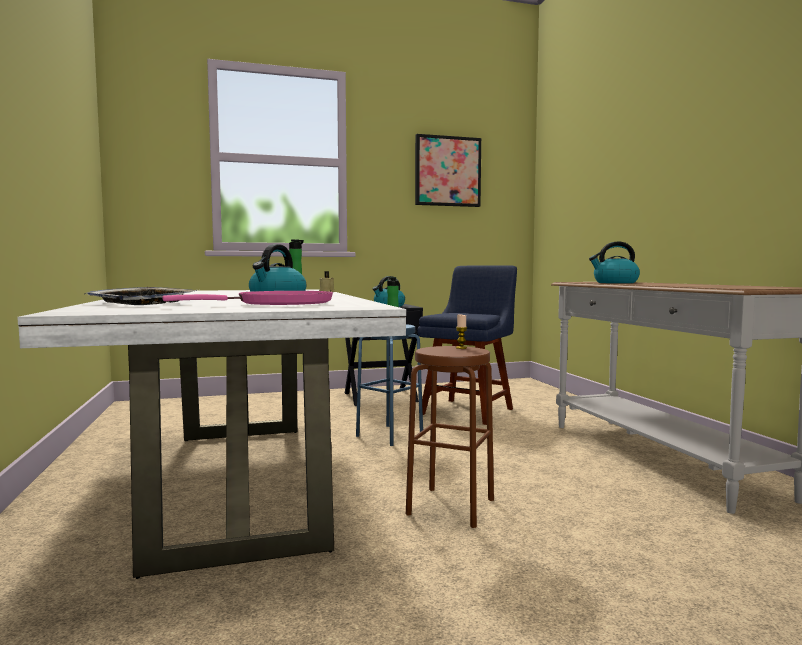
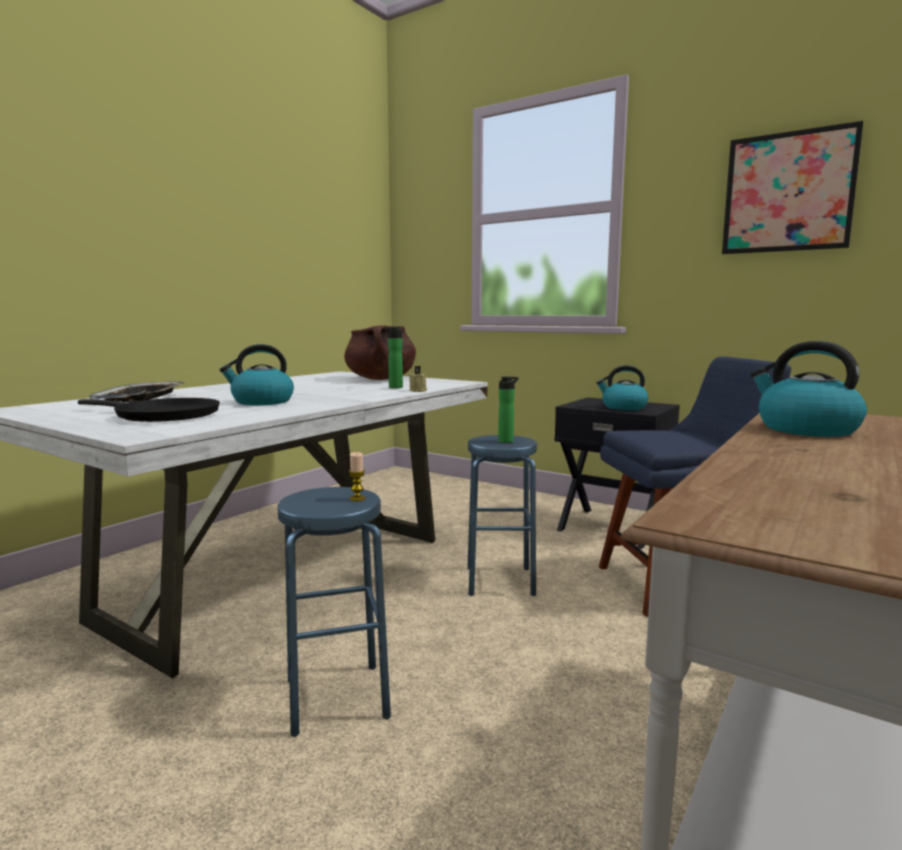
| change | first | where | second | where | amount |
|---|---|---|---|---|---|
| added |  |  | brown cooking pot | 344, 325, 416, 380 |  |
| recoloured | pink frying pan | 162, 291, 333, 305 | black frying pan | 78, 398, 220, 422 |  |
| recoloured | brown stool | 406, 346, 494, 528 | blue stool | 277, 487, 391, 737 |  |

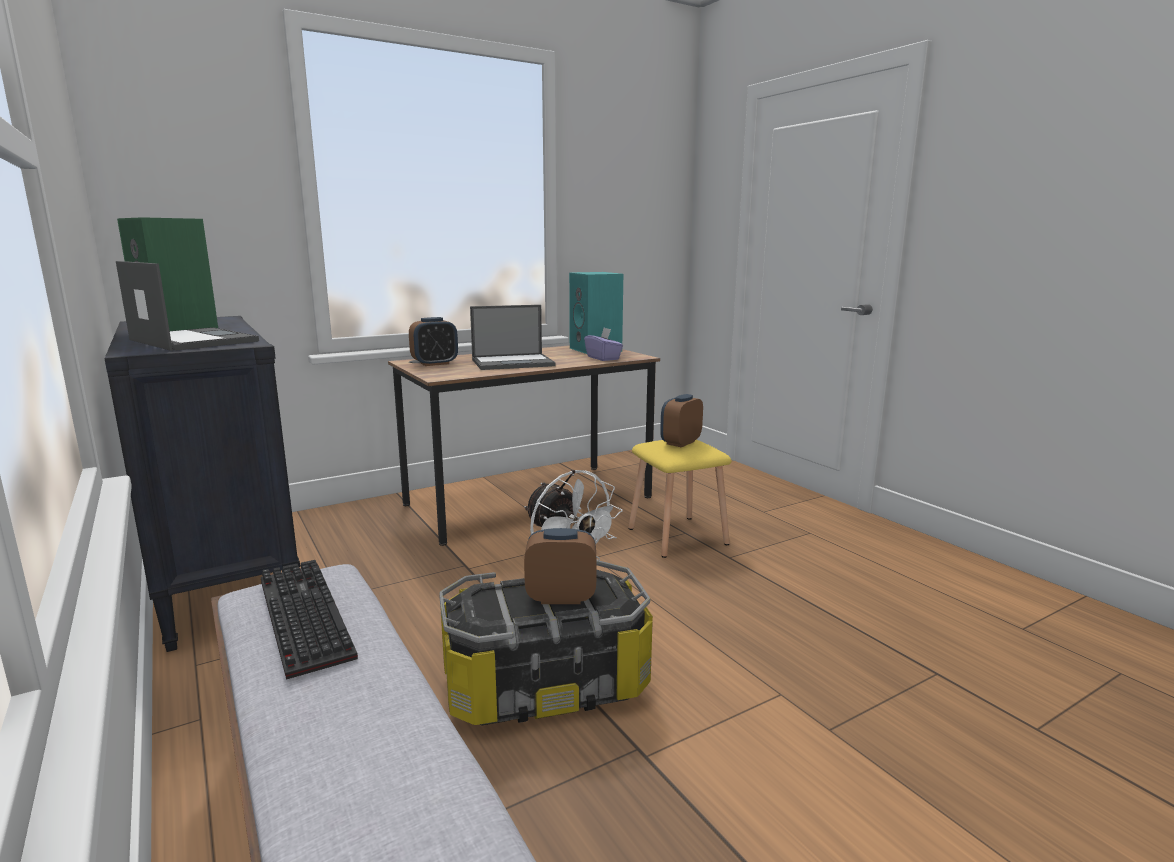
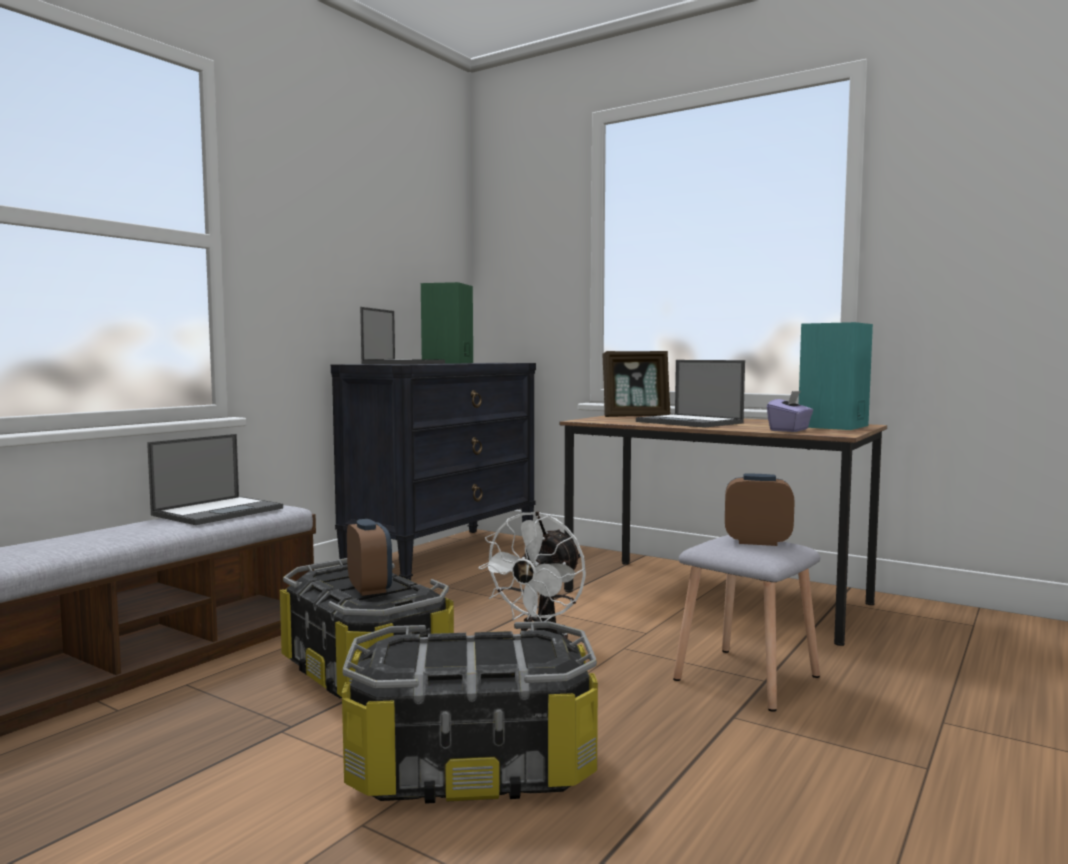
| change | first | where | second | where | amount |
|---|---|---|---|---|---|
| added |  |  | storage box | 342, 621, 598, 804 |  |
| replaced | keyboard | 261, 560, 358, 680 | laptop | 147, 434, 283, 525 |  |
| replaced | alarm clock | 409, 317, 458, 366 | picture frame | 602, 351, 670, 417 |  |
| recoloured | yellow stool | 628, 439, 731, 558 | grey stool | 673, 535, 821, 712 |  |

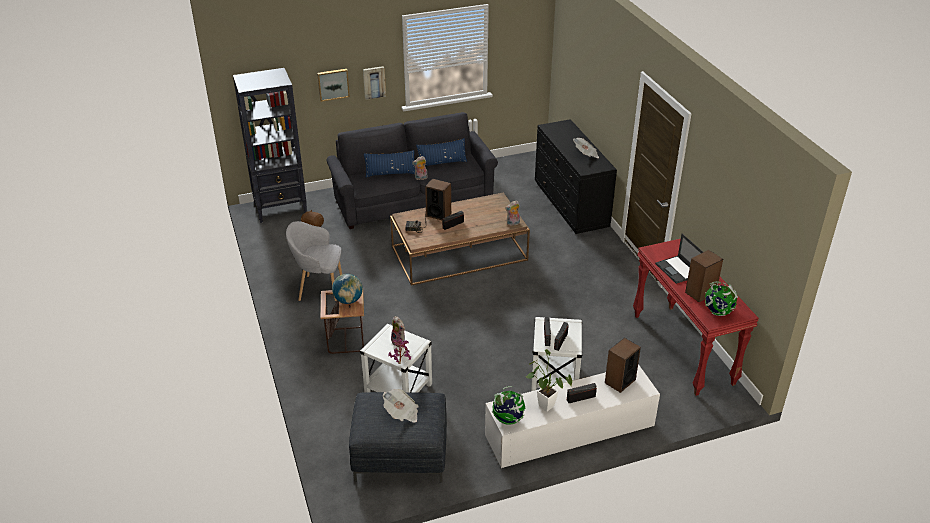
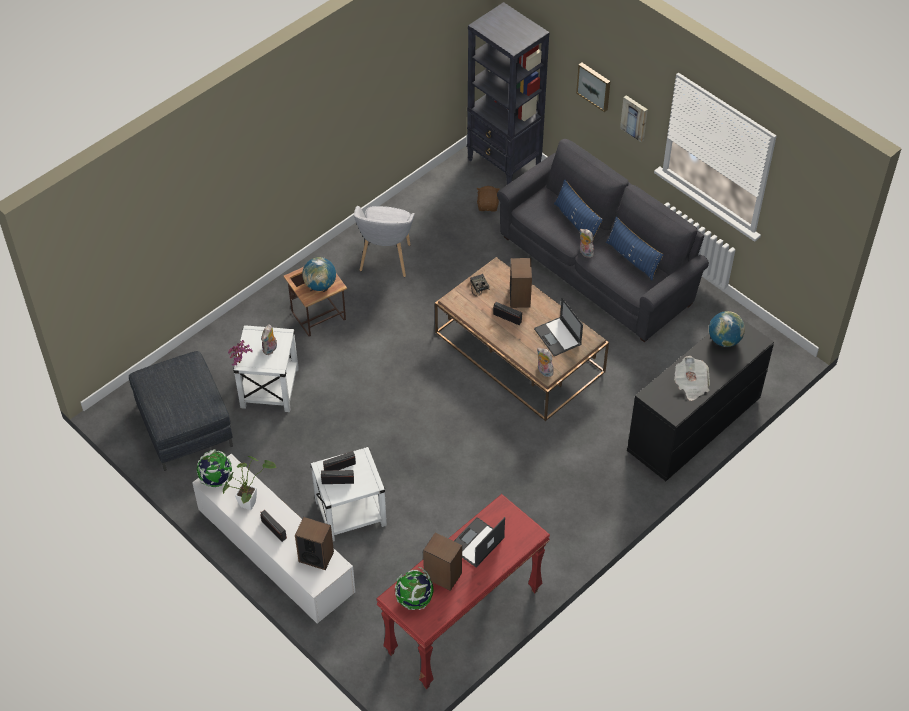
| change | first | where | second | where | amount |
|---|---|---|---|---|---|
| removed | newspaper | 383, 389, 418, 423 |  |  |  |
| added |  |  | laptop | 534, 297, 583, 356 |  |
| added |  |  | globe | 709, 311, 745, 347 |  |
| turned | grey armchair | 286, 221, 342, 301 |  | 354, 206, 415, 277 | 150 degrees counterclockwise |

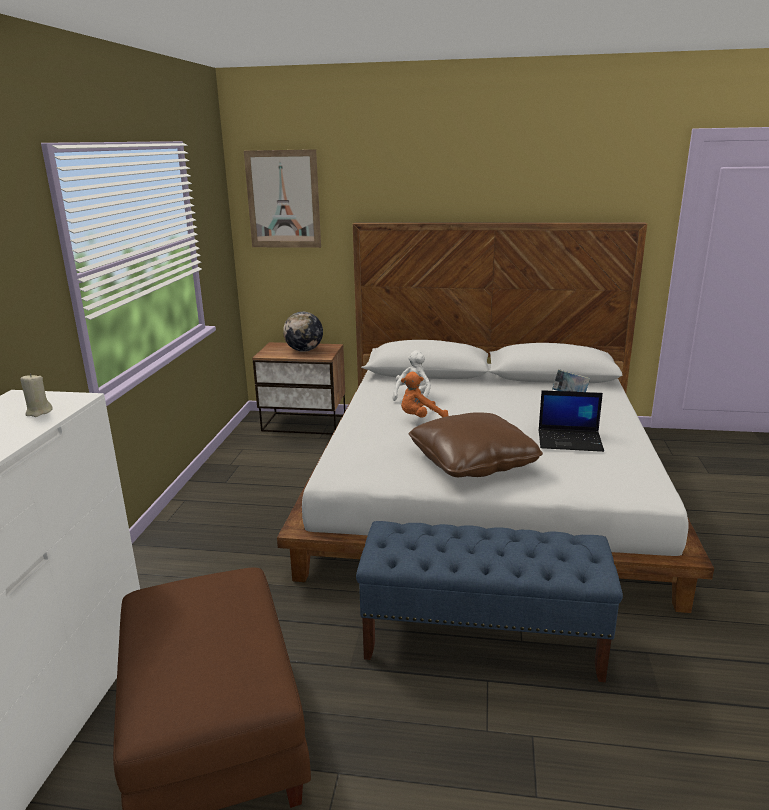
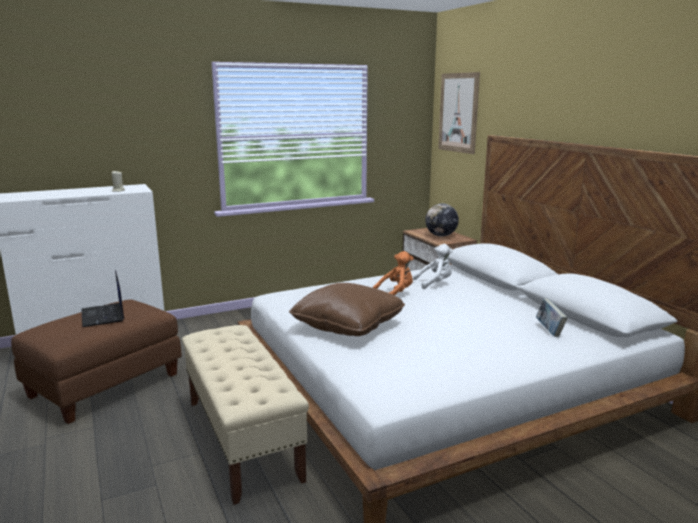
| change | first | where | second | where | amount |
|---|---|---|---|---|---|
| moved | laptop | 538, 390, 604, 452 |  | 82, 270, 124, 327 |  |
| recoloured | blue bench | 356, 521, 623, 682 | beige bench | 182, 325, 309, 505 |  |
| turned | orange plush toy | 401, 372, 448, 418 |  | 373, 251, 414, 296 | 120 degrees clockwise |

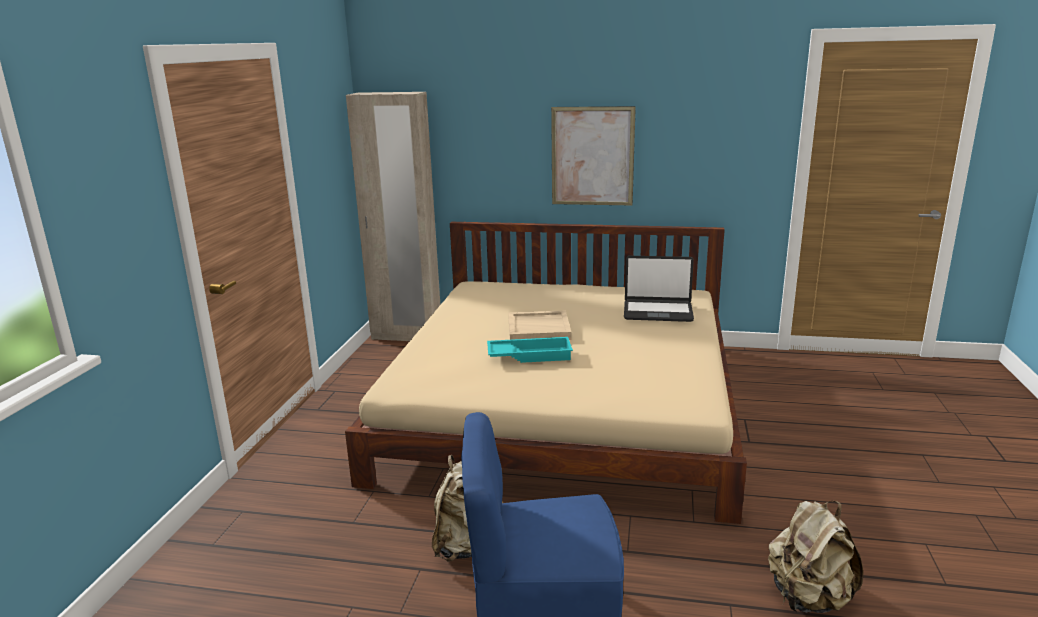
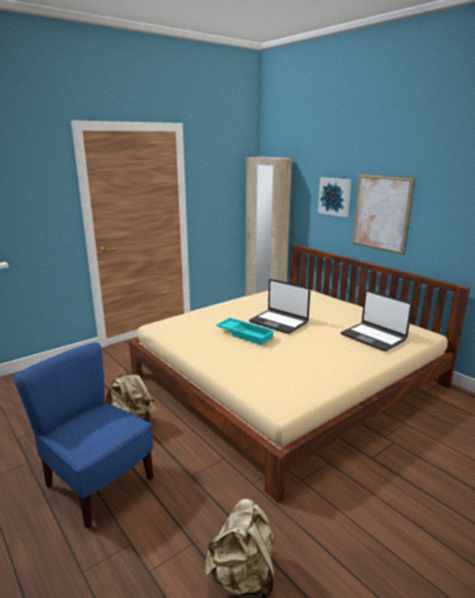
| change | first | where | second | where | amount |
|---|---|---|---|---|---|
| added |  |  | picture | 318, 177, 351, 217 |  |
| replaced | beige tray | 508, 310, 572, 340 | laptop | 249, 279, 310, 334 |  |

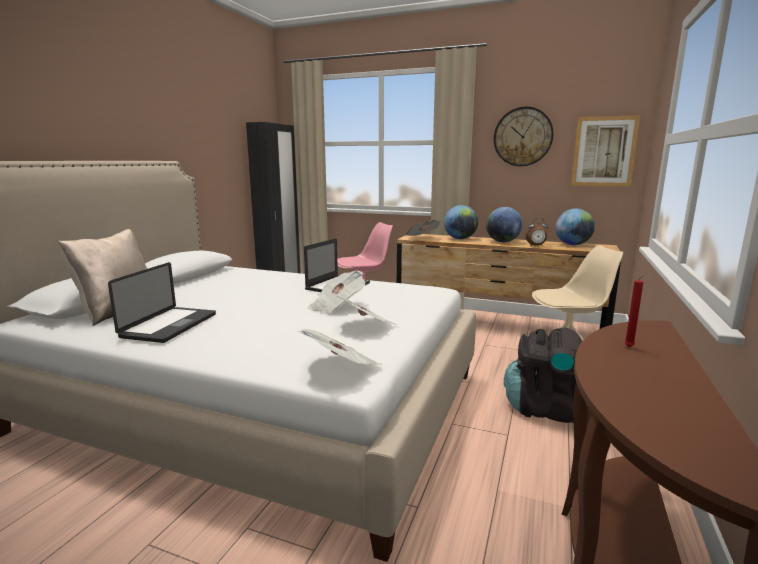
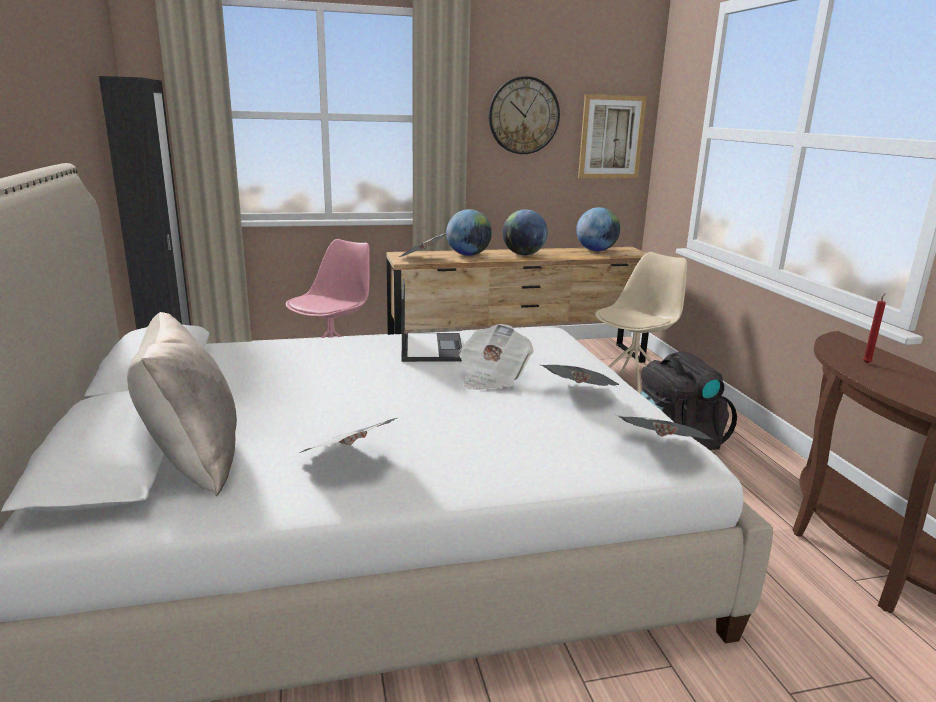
| change | first | where | second | where | amount |
|---|---|---|---|---|---|
| removed | alarm clock | 525, 218, 548, 246 |  |  |  |
| replaced | laptop | 108, 262, 216, 343 | newspaper | 299, 418, 397, 453 |  |

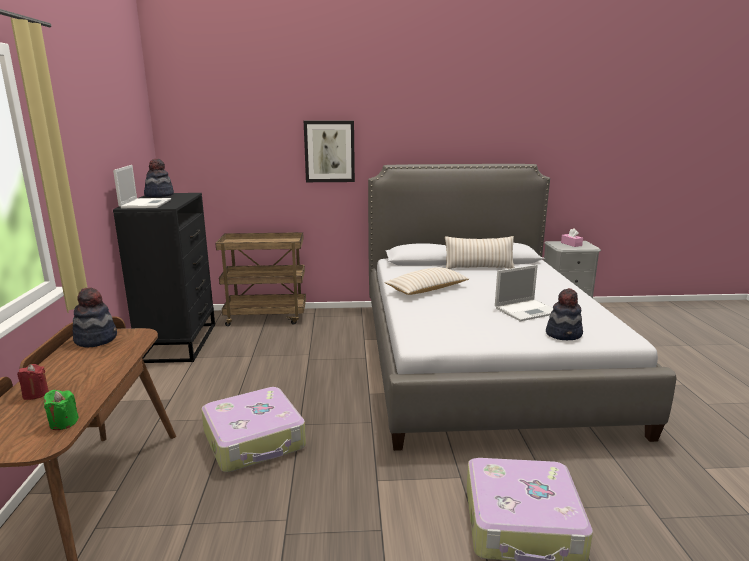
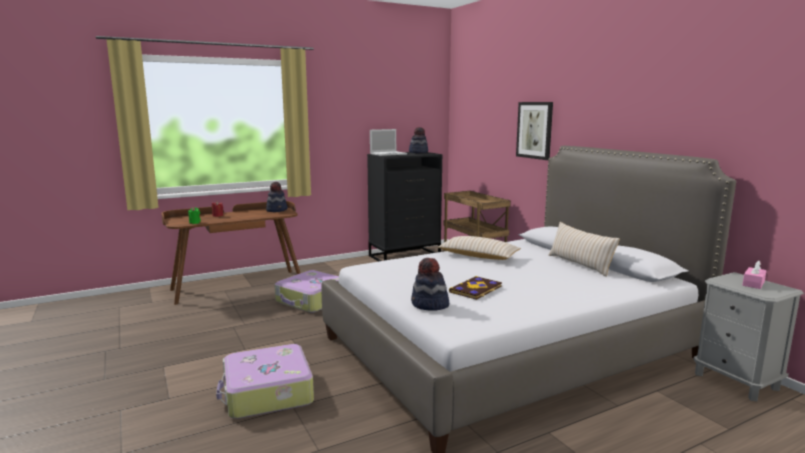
| change | first | where | second | where | amount |
|---|---|---|---|---|---|
| replaced | laptop | 495, 265, 553, 322 | book | 449, 276, 502, 300 |  |

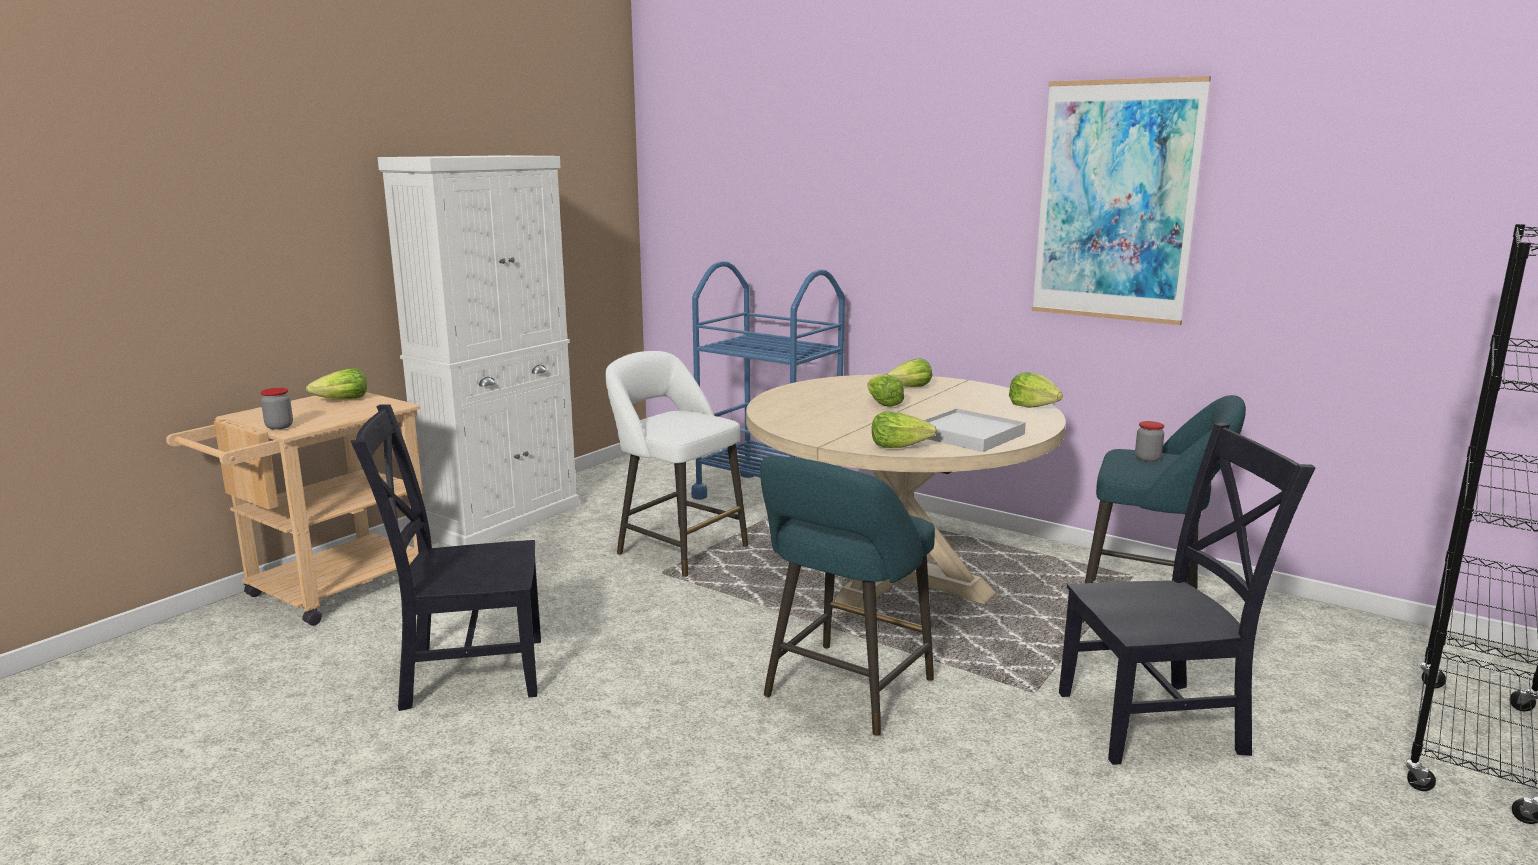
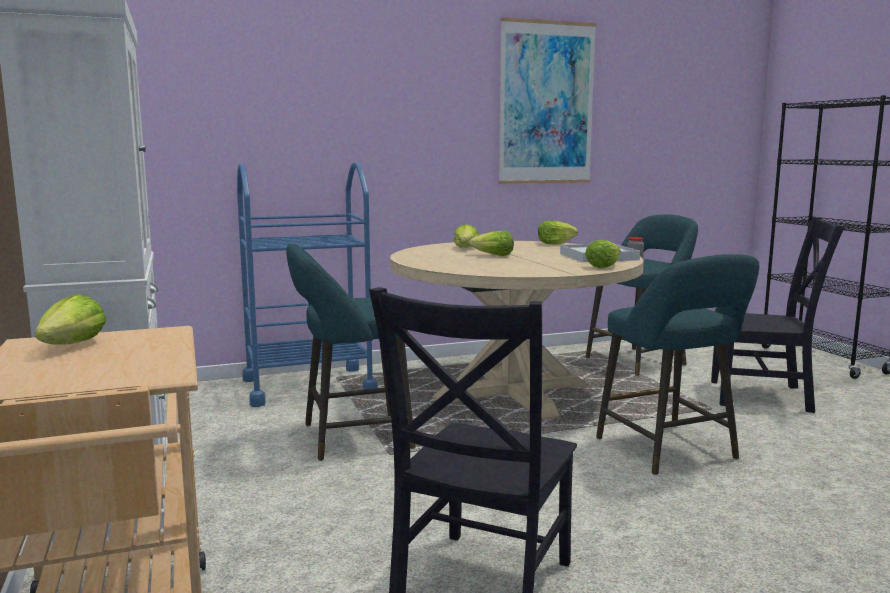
| change | first | where | second | where | amount |
|---|---|---|---|---|---|
| removed | jar | 261, 388, 293, 430 |  |  |  |
| recoloured | white stool | 605, 351, 748, 577 | turquoise stool | 286, 243, 416, 461 |  |
| turned | black chair | 1059, 423, 1315, 765 |  | 711, 217, 845, 413 | 75 degrees clockwise |

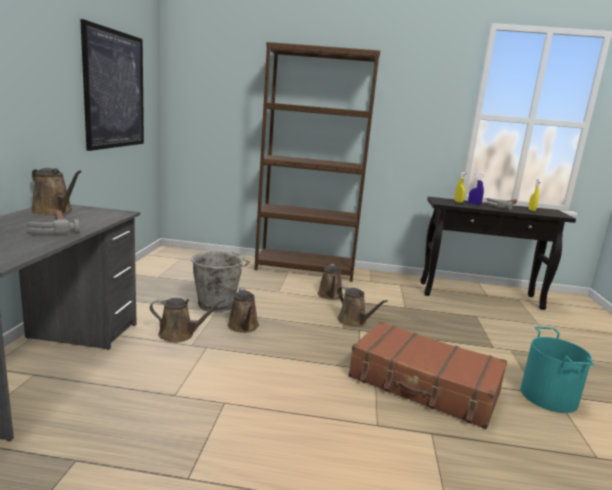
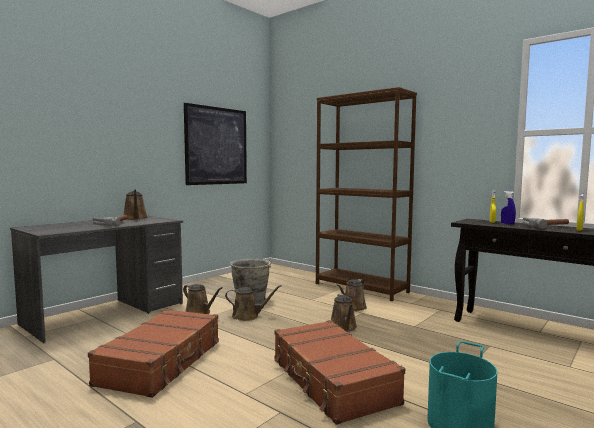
| change | first | where | second | where | amount |
|---|---|---|---|---|---|
| added |  |  | brown suitcase | 88, 309, 219, 398 |  |
| turned | brown watering can | 227, 288, 259, 333 |  | 225, 285, 282, 321 | 105 degrees counterclockwise |

